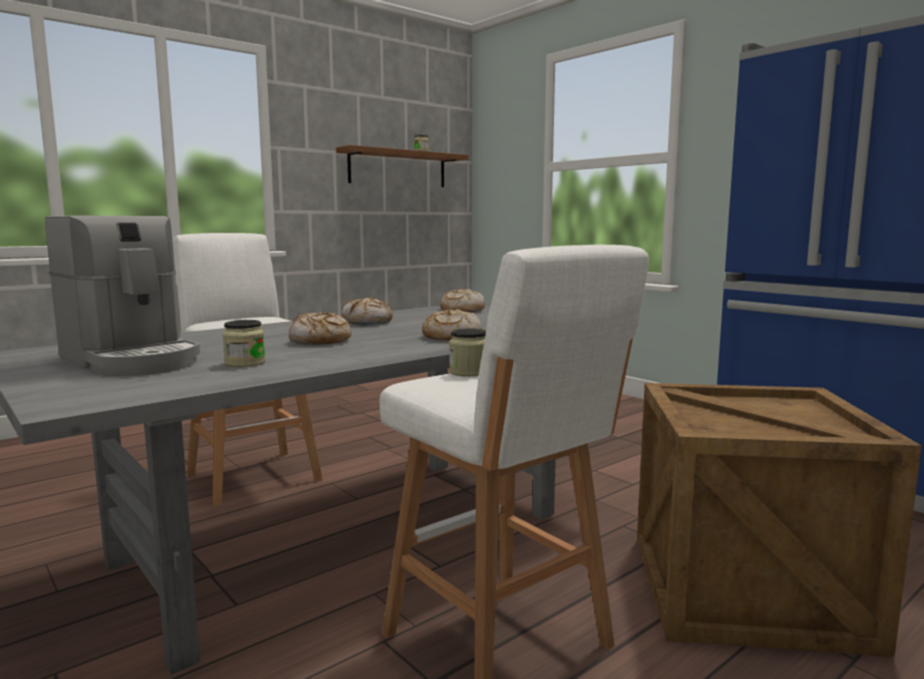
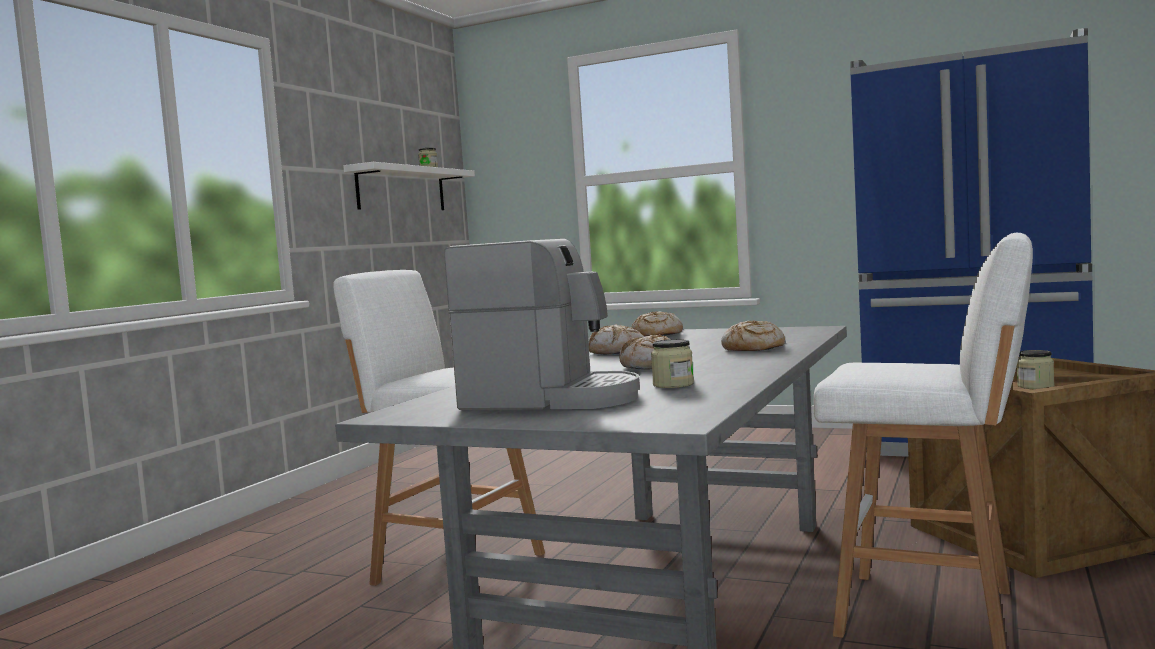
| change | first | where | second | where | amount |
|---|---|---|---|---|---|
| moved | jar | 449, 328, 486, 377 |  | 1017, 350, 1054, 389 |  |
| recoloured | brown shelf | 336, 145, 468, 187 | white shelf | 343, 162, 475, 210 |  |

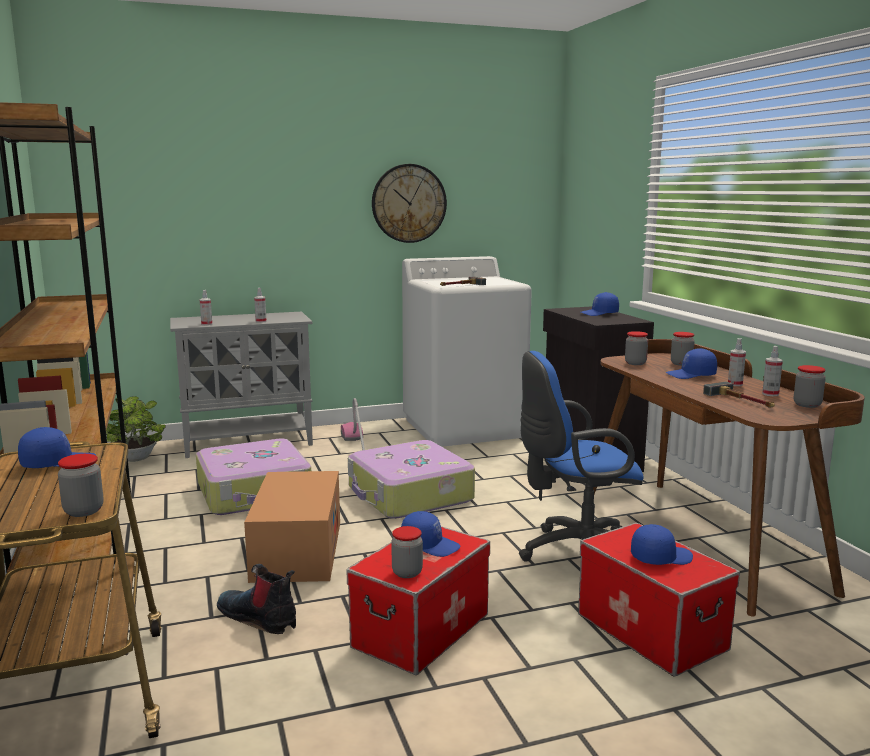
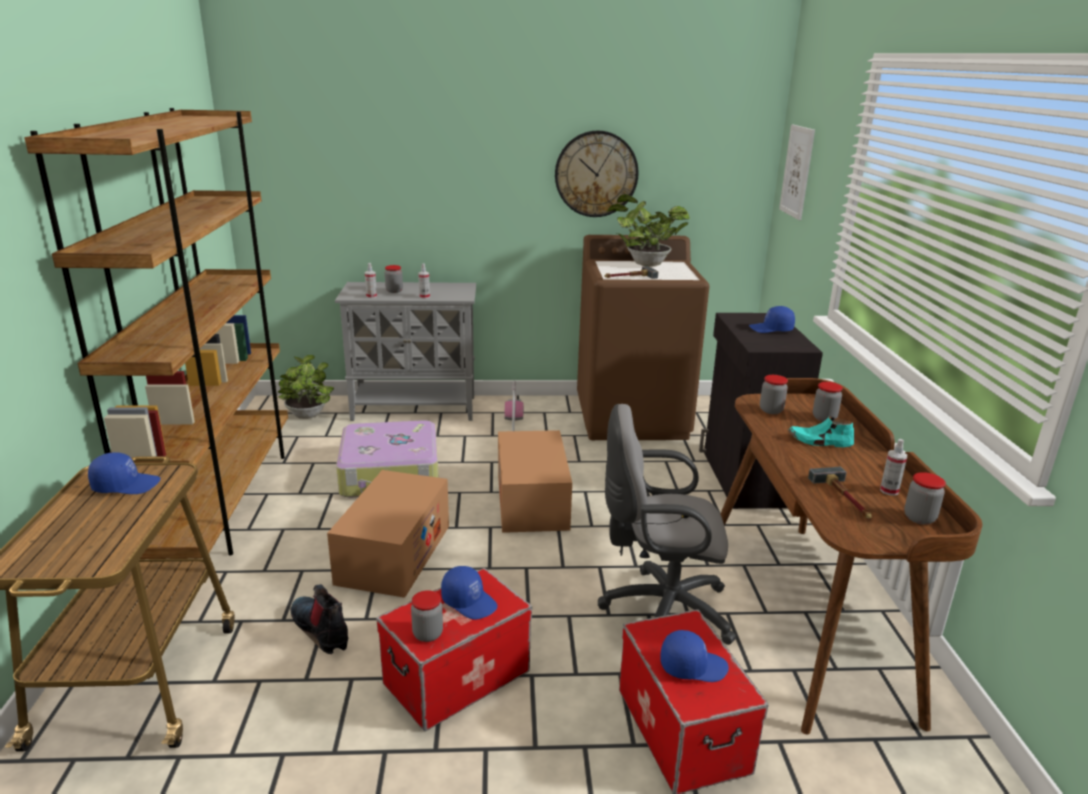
| change | first | where | second | where | amount |
|---|---|---|---|---|---|
| removed | spray bottle | 728, 338, 746, 386 |  |  |  |
| added |  |  | potted plant | 607, 194, 690, 267 |  |
| added |  |  | picture | 779, 125, 815, 220 |  |
| moved | jar | 58, 454, 103, 517 |  | 385, 265, 403, 293 |  |
| replaced | suitcase | 348, 440, 475, 519 | cardboard box | 498, 430, 572, 533 |  |
| replaced | blue cap | 666, 348, 717, 379 | turquoise shoe | 788, 416, 854, 447 |  |
| recoloured | white washing machine | 402, 256, 532, 447 | brown washing machine | 577, 235, 710, 440 |  |
| recoloured | blue office chair | 519, 351, 644, 562 | grey office chair | 598, 404, 736, 645 |  |

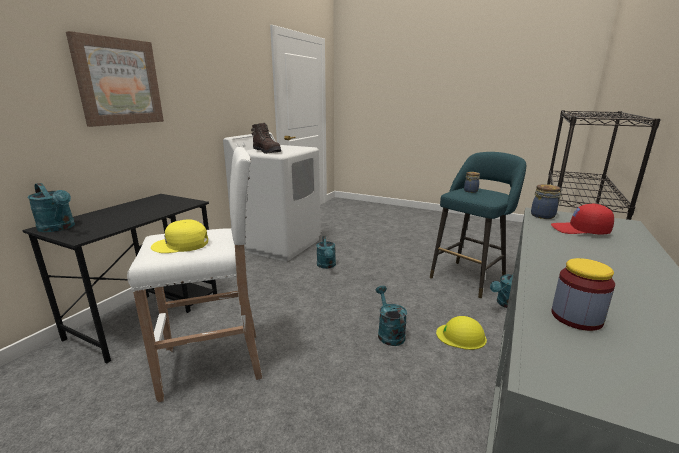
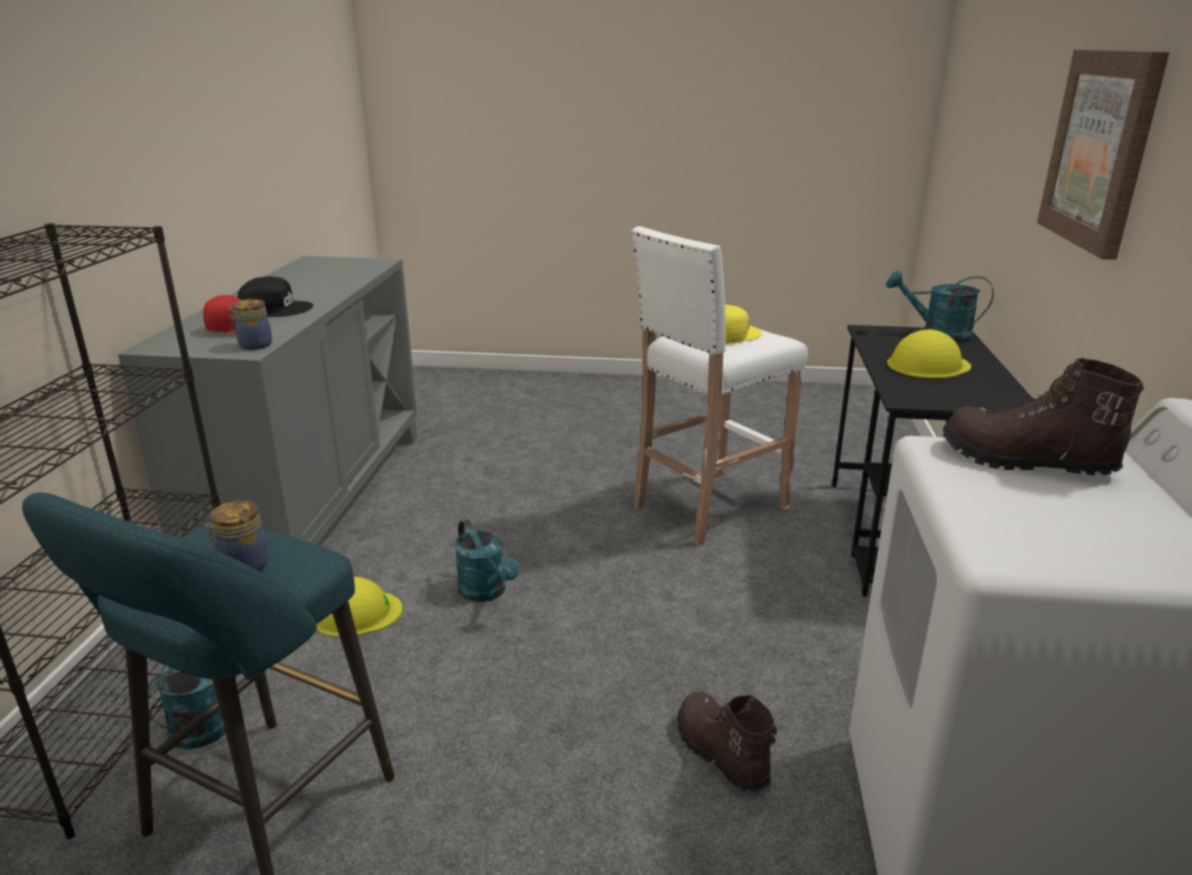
| change | first | where | second | where | amount |
|---|---|---|---|---|---|
| removed | jar | 551, 258, 615, 331 |  |  |  |
| added |  |  | black cap | 238, 276, 313, 317 |  |
| added |  |  | yellow hard hat | 887, 329, 971, 379 |  |
| replaced | turquoise watering can | 316, 236, 336, 269 | brown boot | 677, 692, 777, 792 |  |

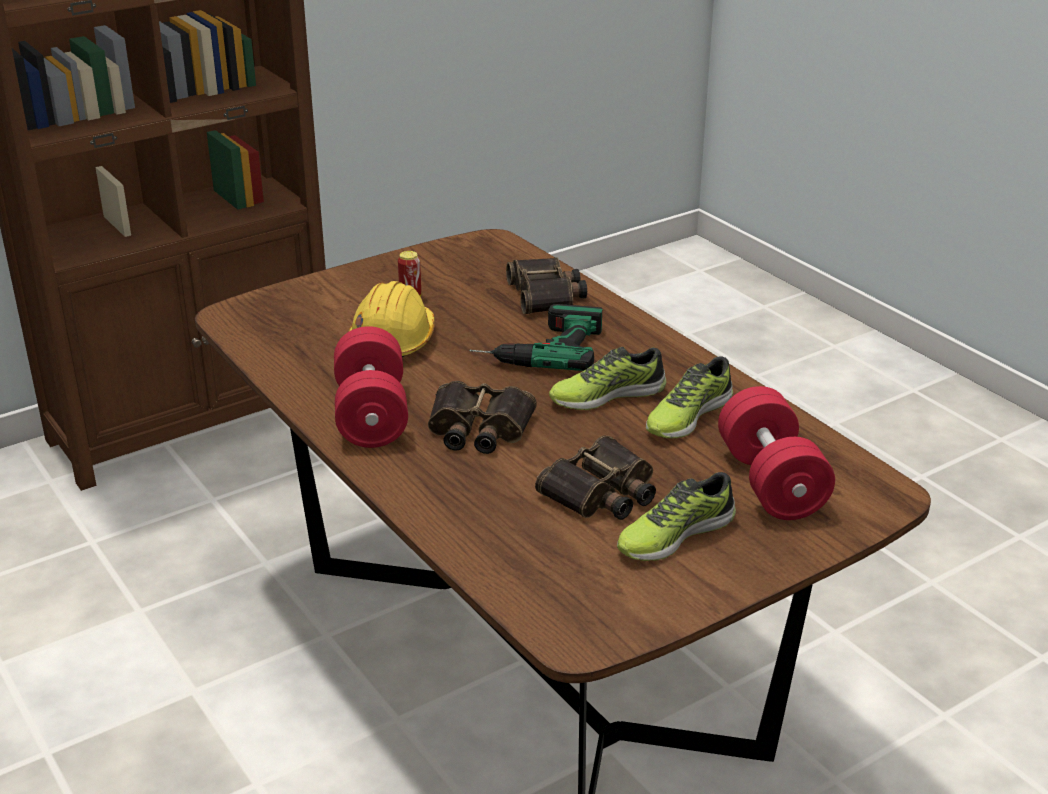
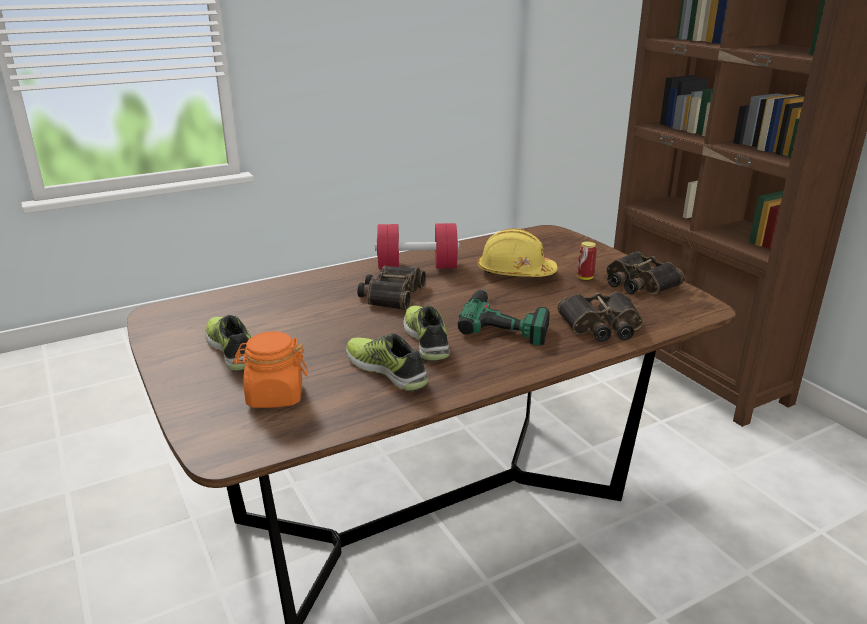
| change | first | where | second | where | amount |
|---|---|---|---|---|---|
| moved | binoculars | 535, 435, 656, 520 |  | 606, 251, 684, 295 |  |
| replaced | red dumbbell | 718, 386, 835, 520 | orange jar | 233, 331, 308, 408 |  |

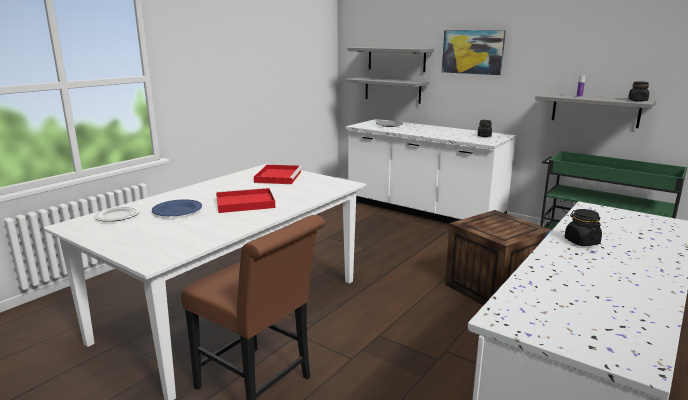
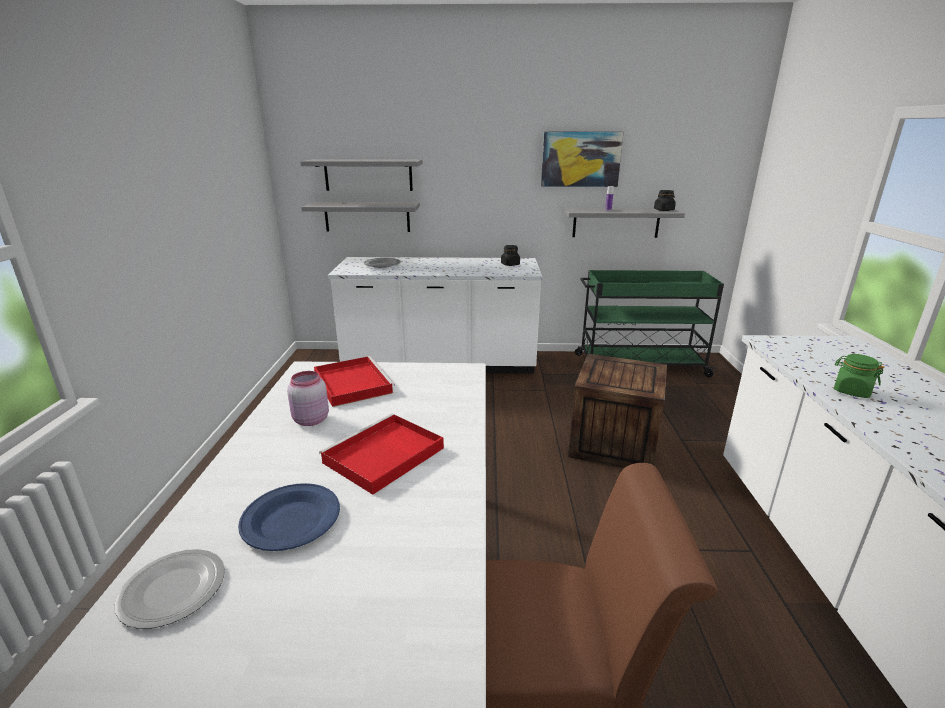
| change | first | where | second | where | amount |
|---|---|---|---|---|---|
| added |  |  | pink jar | 287, 371, 329, 426 |  |
| moved | picture | 442, 30, 506, 75 |  | 541, 132, 623, 187 |  |
| recoloured | black jar | 565, 209, 602, 246 | green jar | 834, 354, 884, 398 |  |

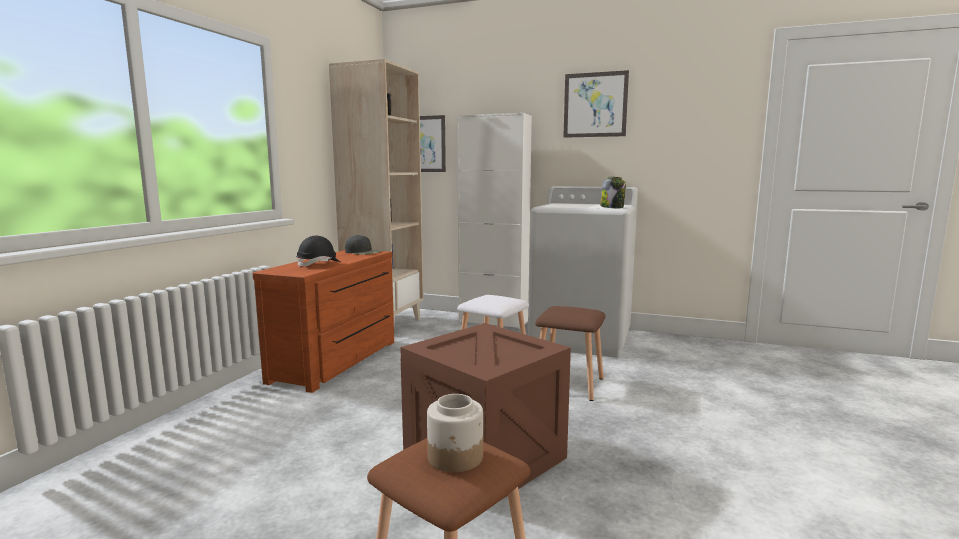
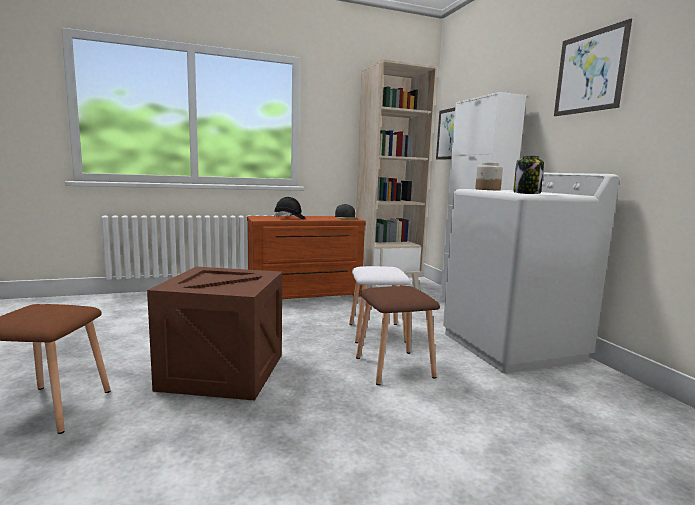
| change | first | where | second | where | amount |
|---|---|---|---|---|---|
| moved | jar | 427, 394, 483, 473 |  | 475, 162, 503, 190 |  |

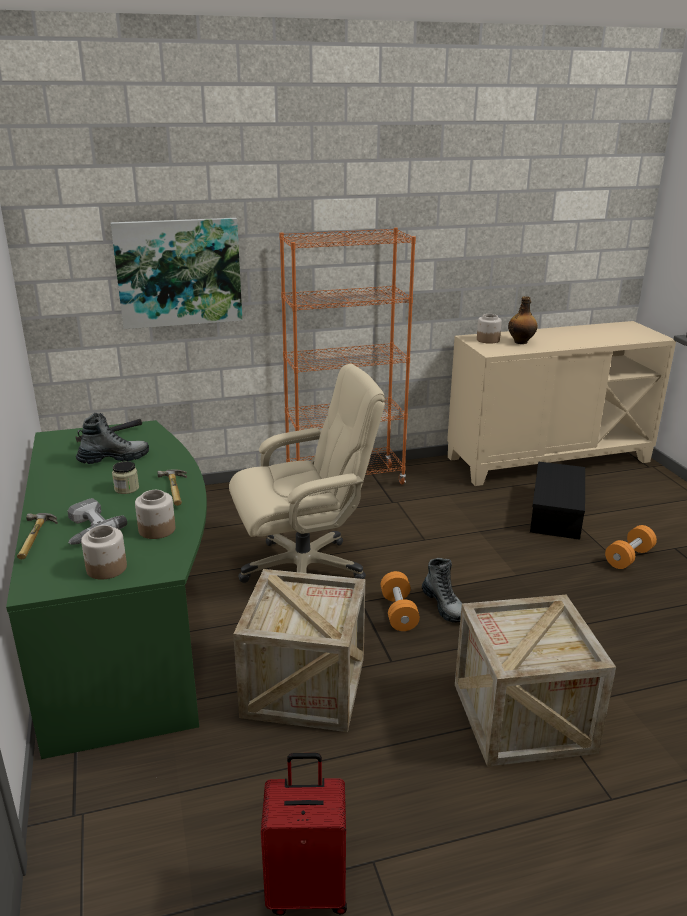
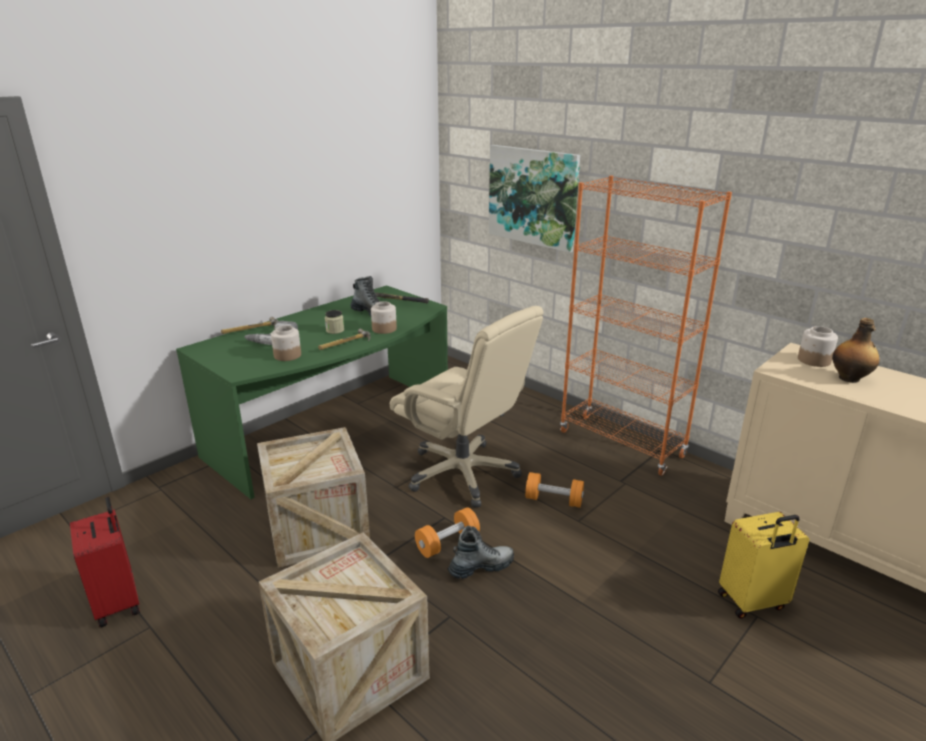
| change | first | where | second | where | amount |
|---|---|---|---|---|---|
| moved | jar | 81, 525, 127, 580 |  | 371, 301, 397, 334 |  |
| moved | orange dumbbell | 605, 525, 657, 569 |  | 525, 472, 584, 508 |  |
| replaced | black storage box | 530, 461, 585, 540 | yellow suitcase | 718, 512, 809, 619 |  |
| turned | boot | 422, 558, 462, 623 |  | 448, 526, 514, 579 | 150 degrees counterclockwise |

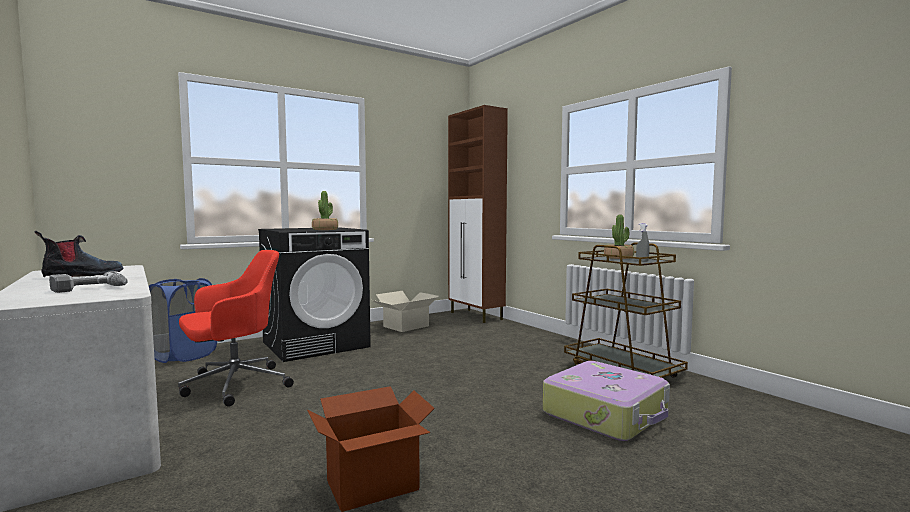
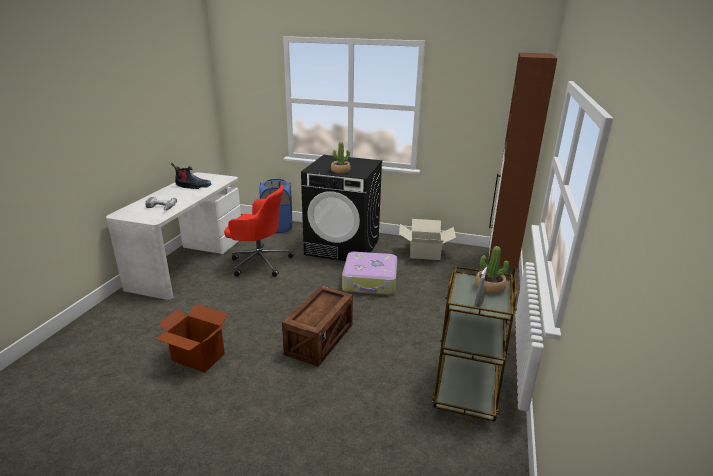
| change | first | where | second | where | amount |
|---|---|---|---|---|---|
| added |  |  | crate | 282, 286, 353, 367 |  |
| moved | suitcase | 543, 361, 670, 441 |  | 342, 252, 397, 295 |  |

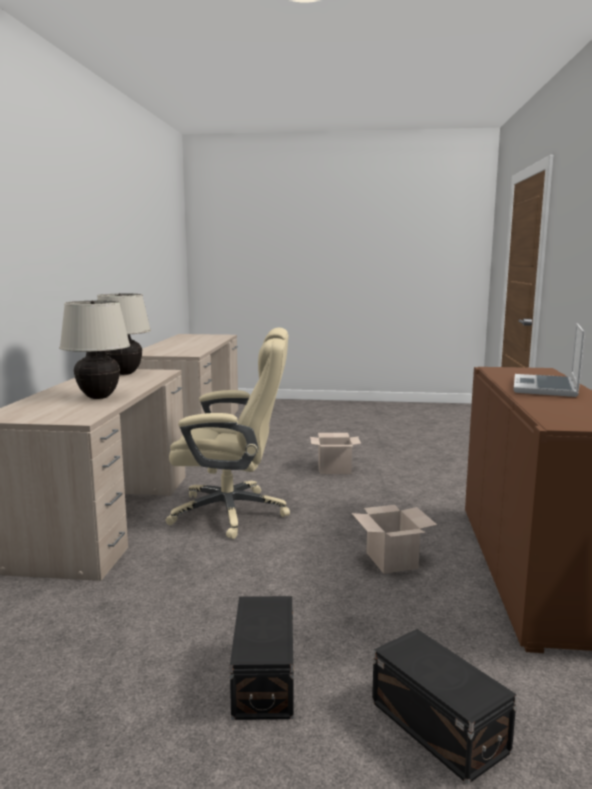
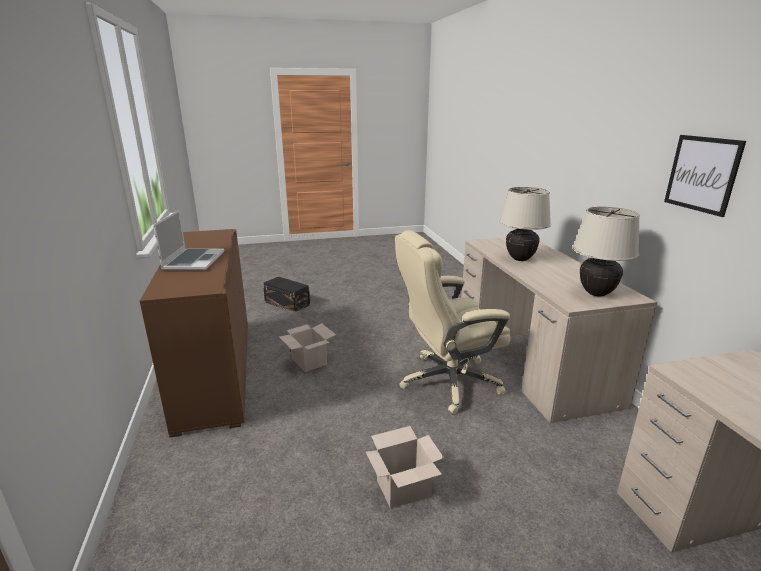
| change | first | where | second | where | amount |
|---|---|---|---|---|---|
| removed | black storage box | 230, 596, 294, 720 |  |  |  |
| added |  |  | picture | 664, 135, 746, 217 |  |

